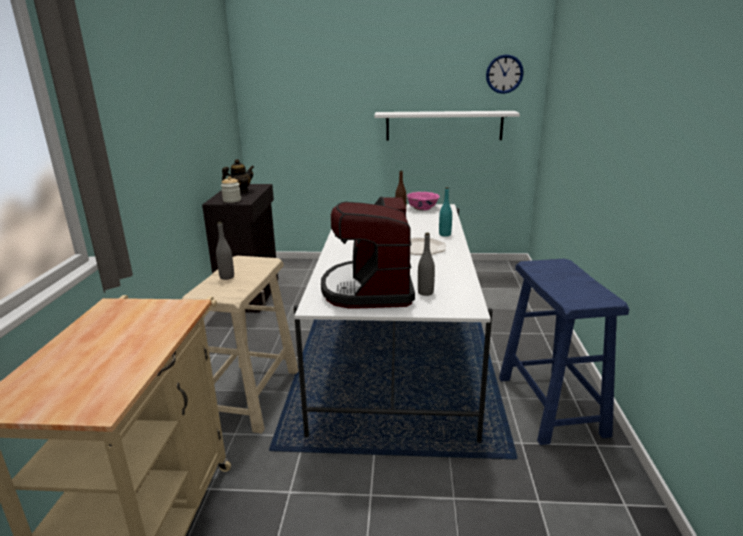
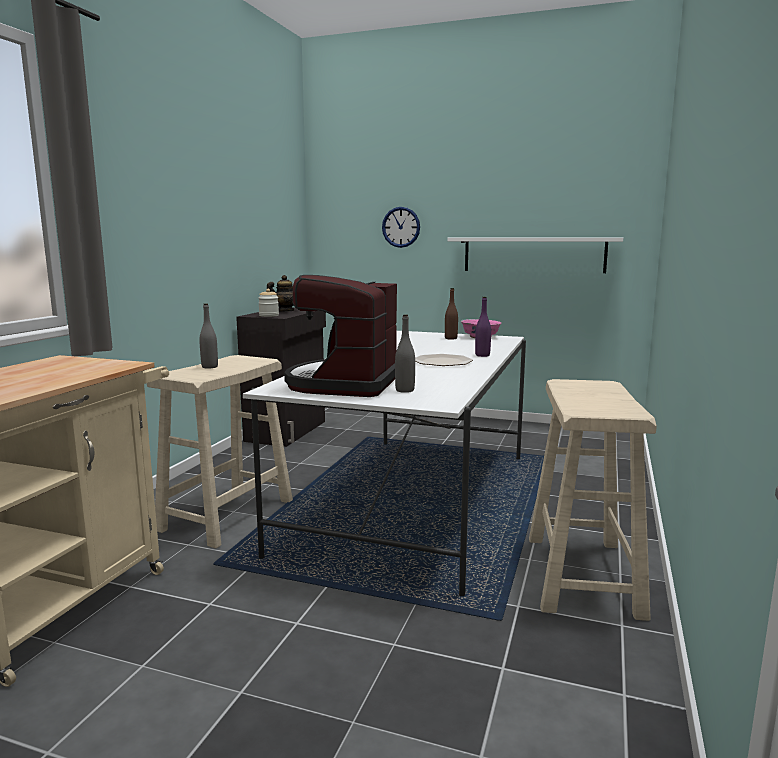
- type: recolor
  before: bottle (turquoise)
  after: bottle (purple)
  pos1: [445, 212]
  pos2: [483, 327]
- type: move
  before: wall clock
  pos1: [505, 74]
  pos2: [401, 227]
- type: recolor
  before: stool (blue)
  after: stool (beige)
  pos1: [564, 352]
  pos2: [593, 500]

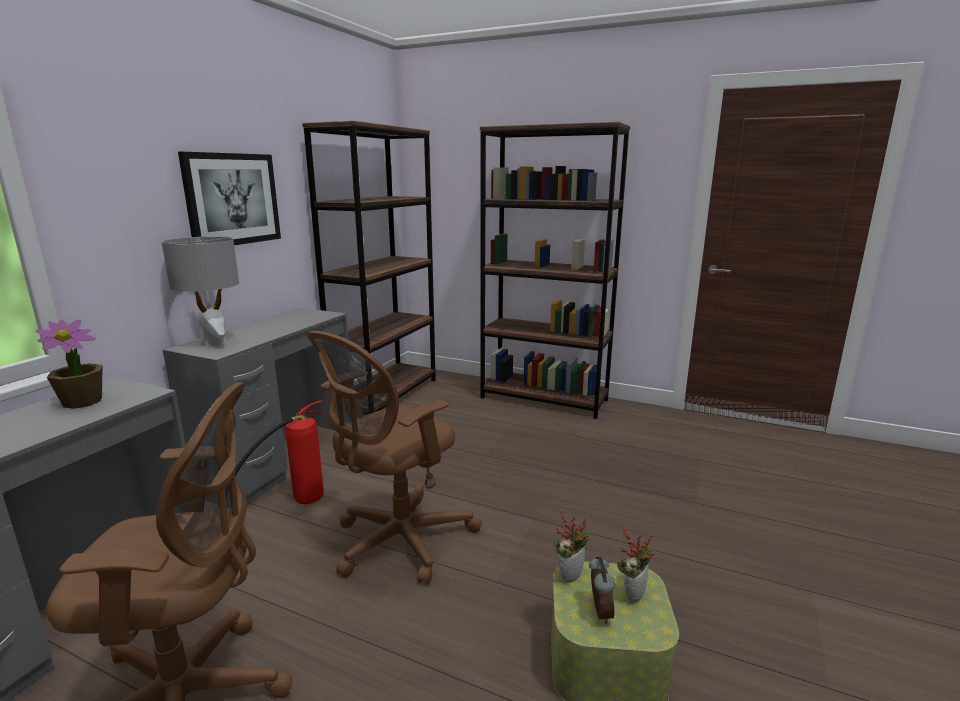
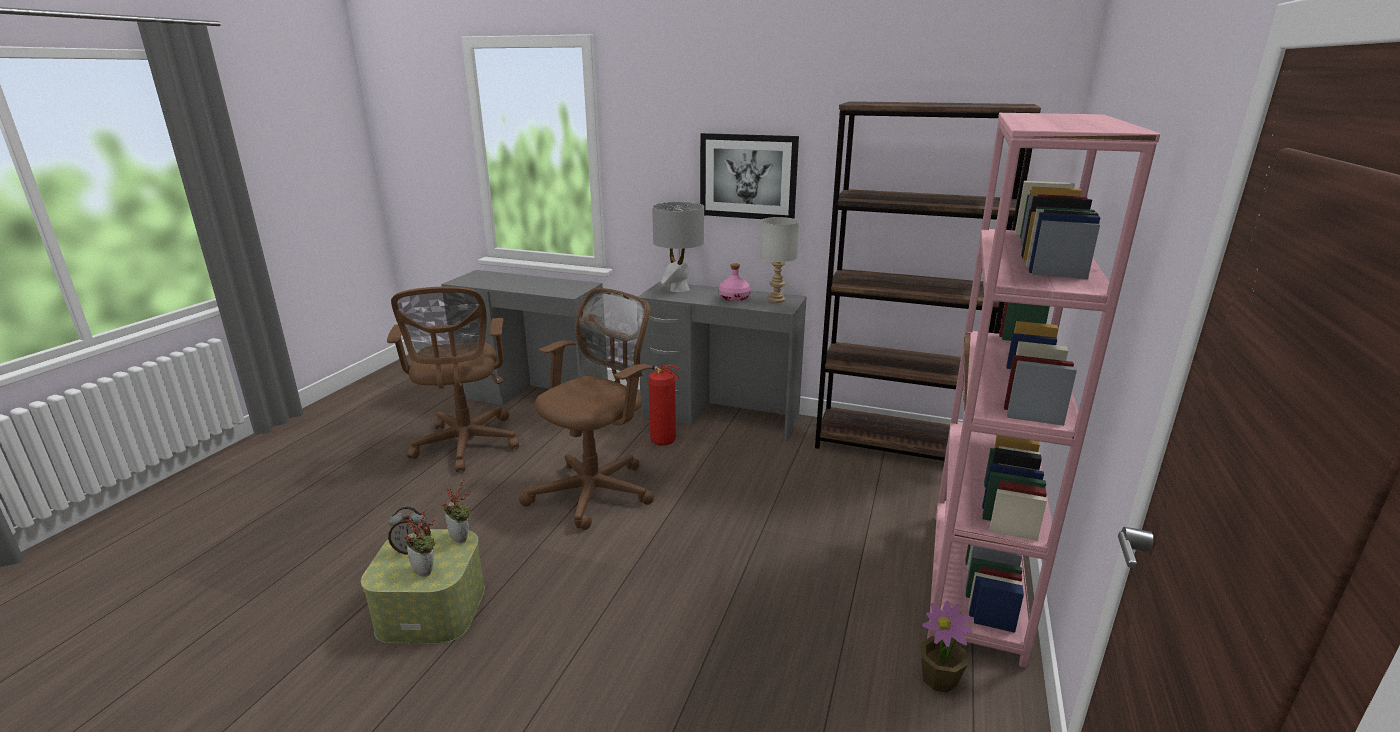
- type: move
  before: potted plant
  pos1: [69, 364]
  pos2: [946, 647]
- type: rotate
  before: office chair (brown)
  pos1: [394, 457]
  pos2: [586, 409]
  turn: 90
- type: recolor
  before: bookcase (brown)
  after: bookcase (pink)
  pos1: [555, 270]
  pos2: [1044, 390]
- type: insert
  after: bottle (pink)
  pos2: [735, 282]
- type: insert
  after: table lamp (grey)
  pos2: [779, 260]

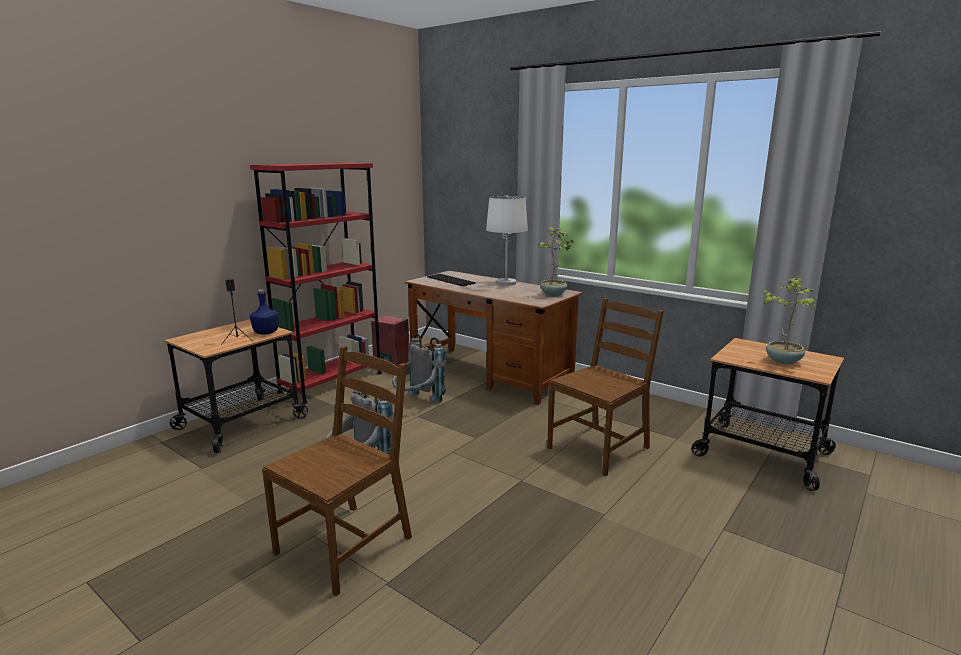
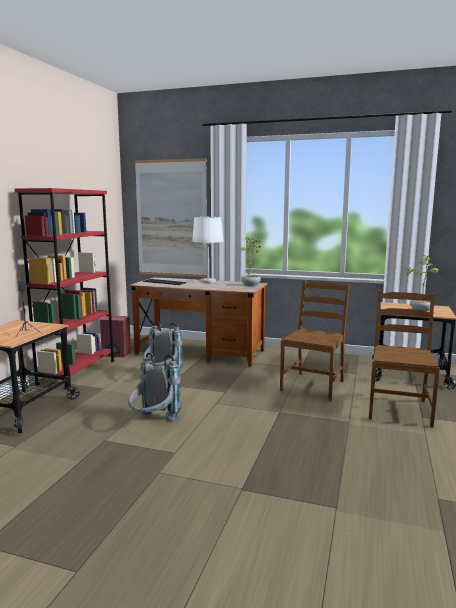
- type: delete
  before: bottle (blue)
  pos1: [264, 312]
- type: move
  before: chair (brown)
  pos1: [337, 471]
  pos2: [404, 359]
- type: insert
  after: picture
  pos2: [171, 217]

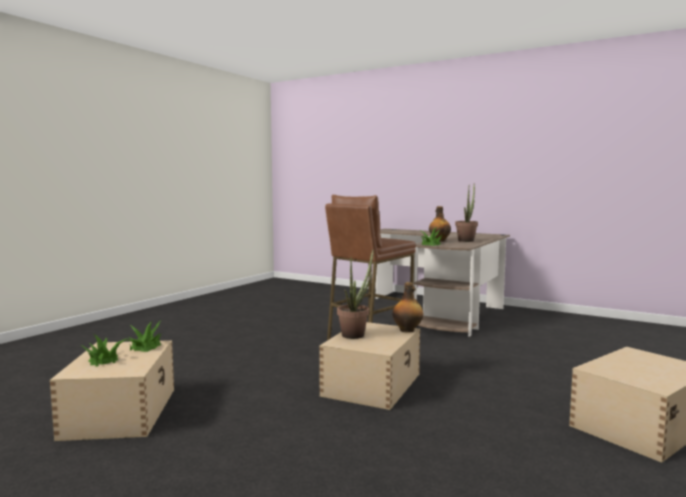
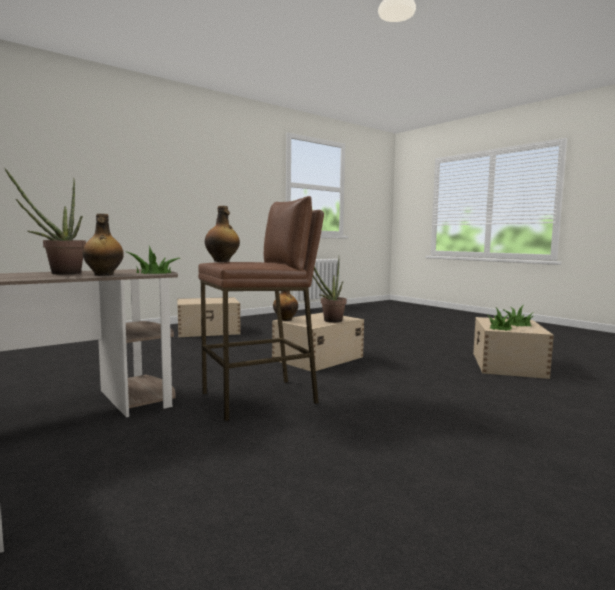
- type: insert
  after: bottle
  pos2: [222, 234]

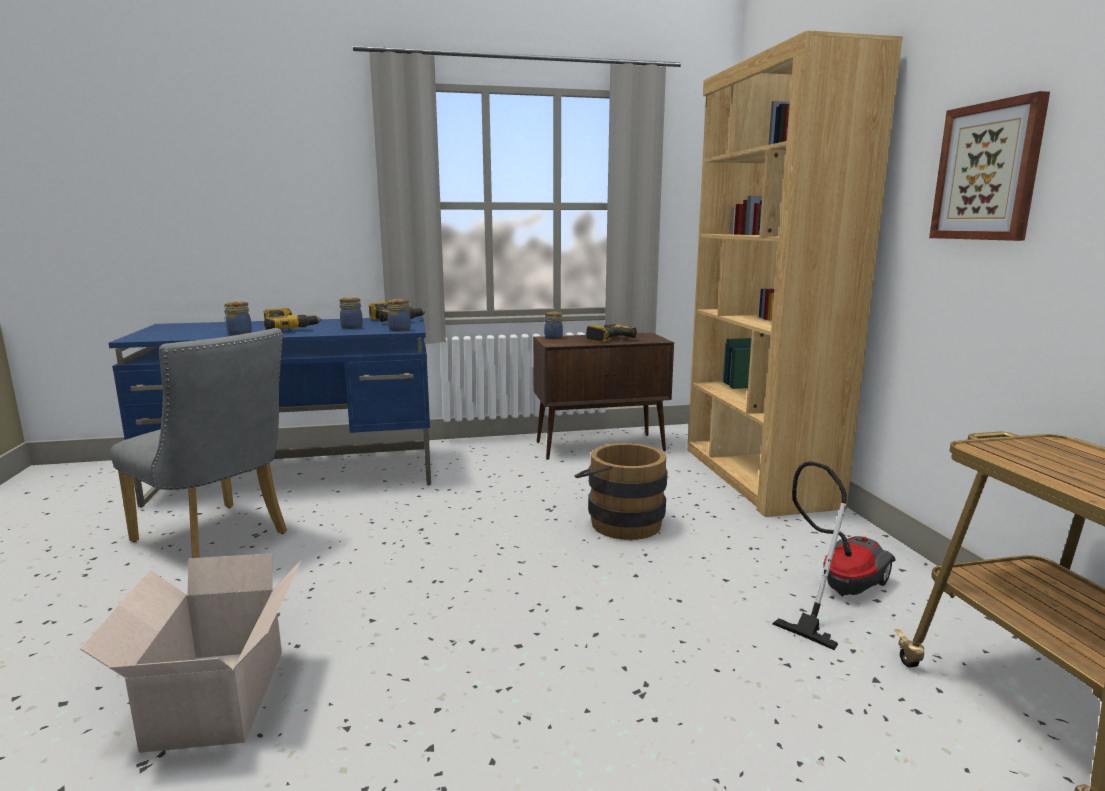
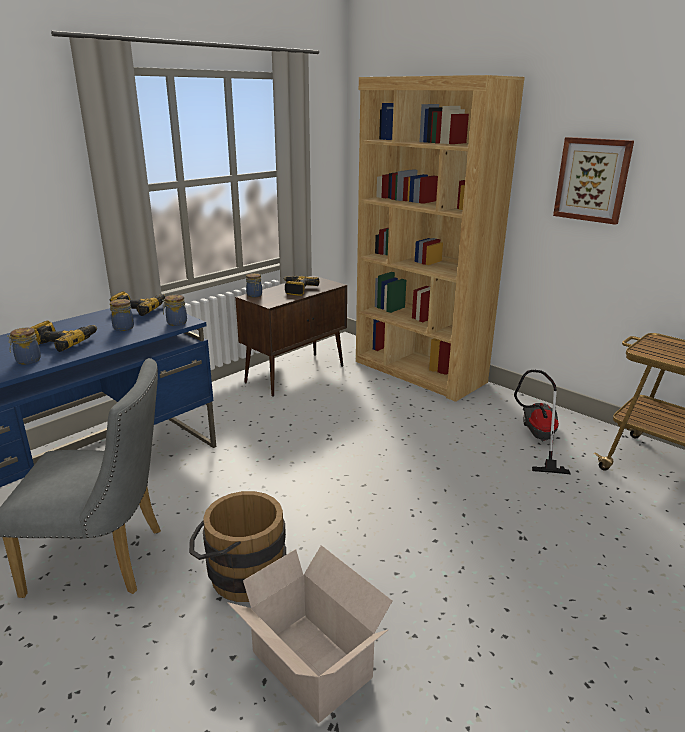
- type: move
  before: bucket (brown)
  pos1: [621, 491]
  pos2: [237, 546]

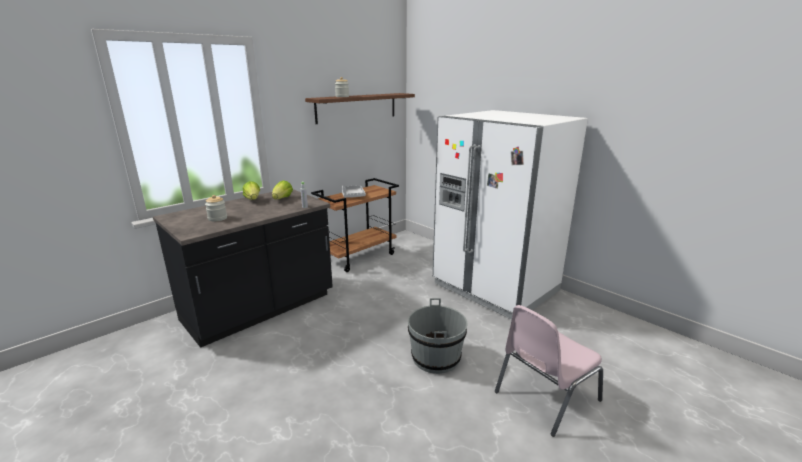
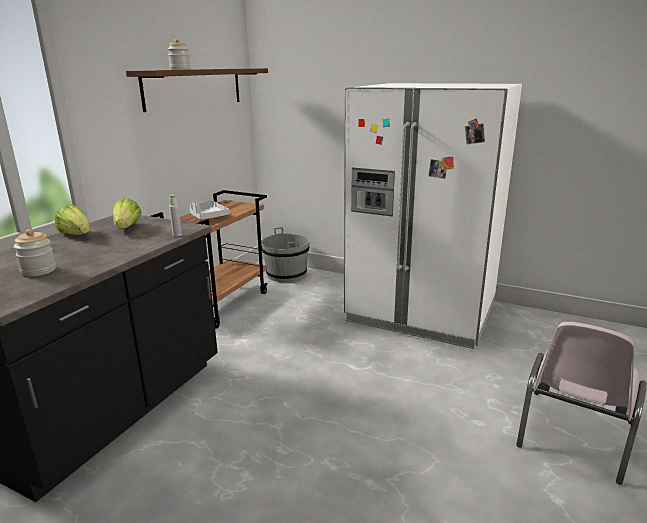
- type: move
  before: bucket (grey)
  pos1: [438, 336]
  pos2: [285, 254]

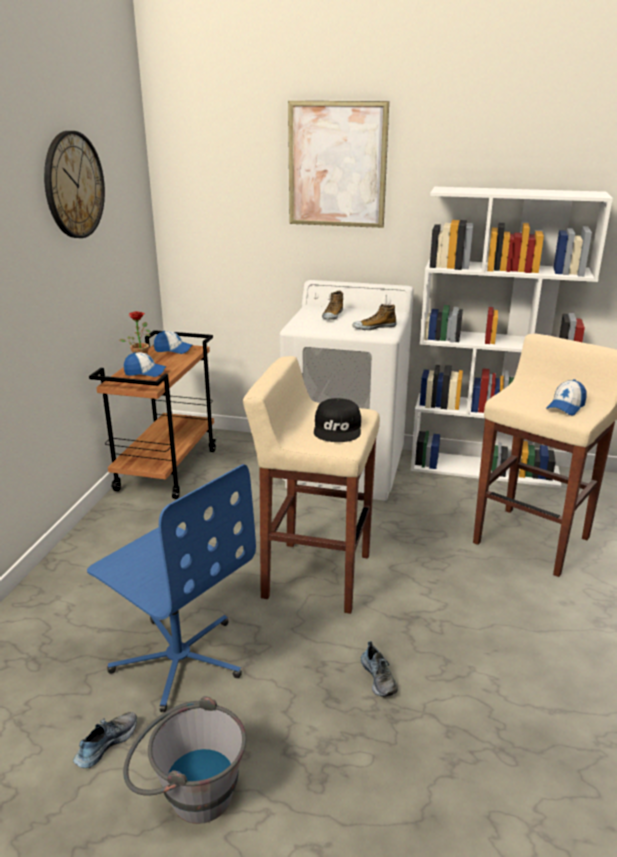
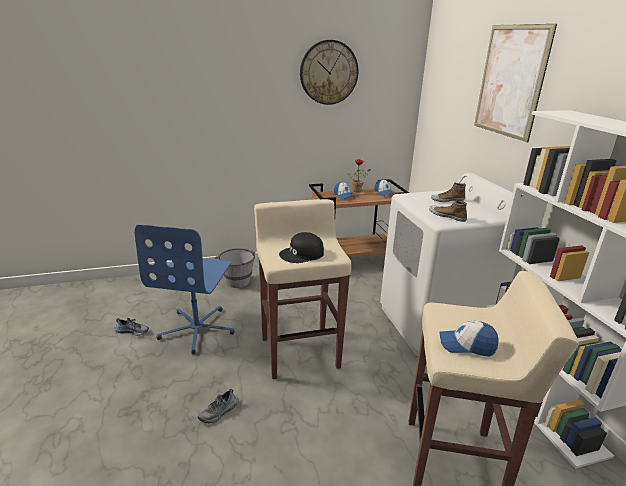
- type: move
  before: bucket (grey)
  pos1: [184, 760]
  pos2: [234, 268]

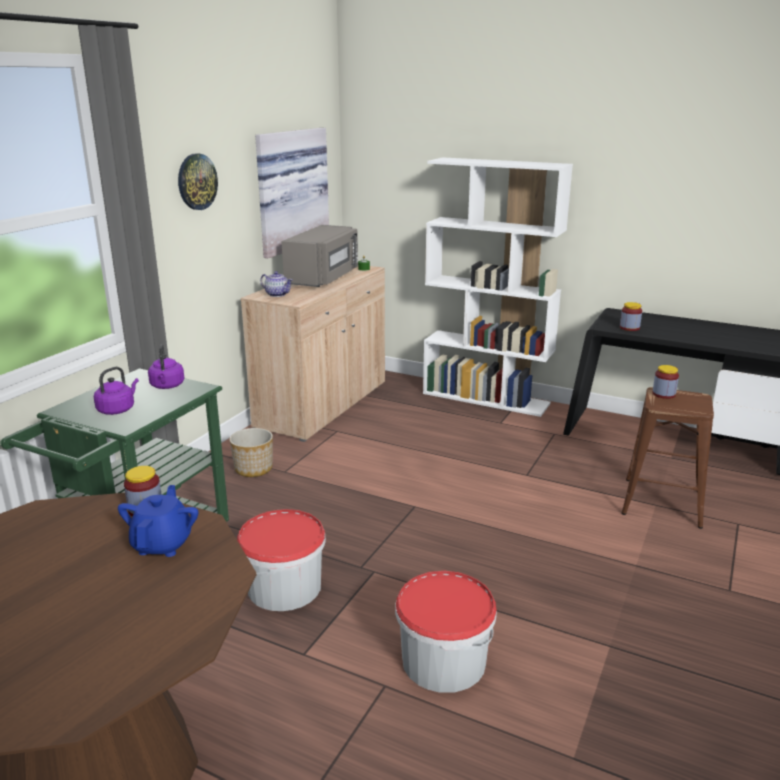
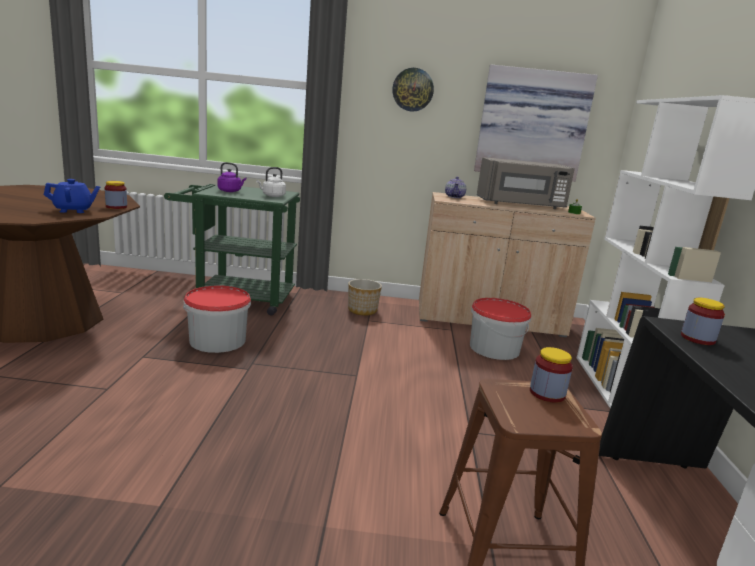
- type: recolor
  before: kettle (purple)
  after: kettle (white)
  pos1: [166, 366]
  pos2: [271, 182]
- type: move
  before: bucket
  pos1: [446, 632]
  pos2: [500, 329]

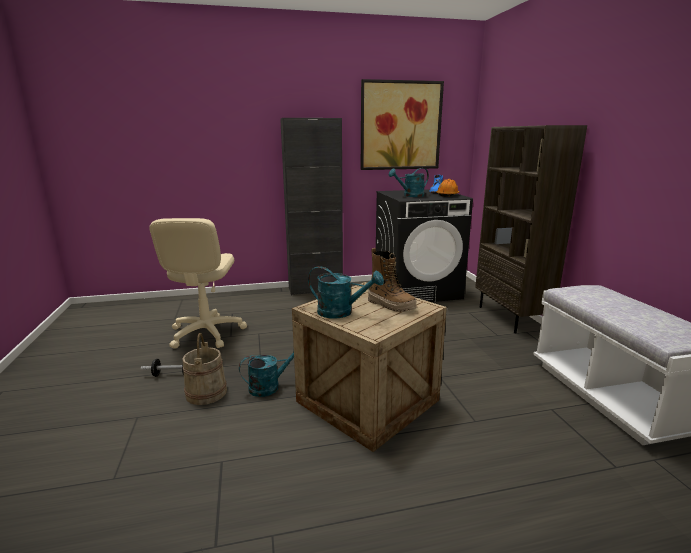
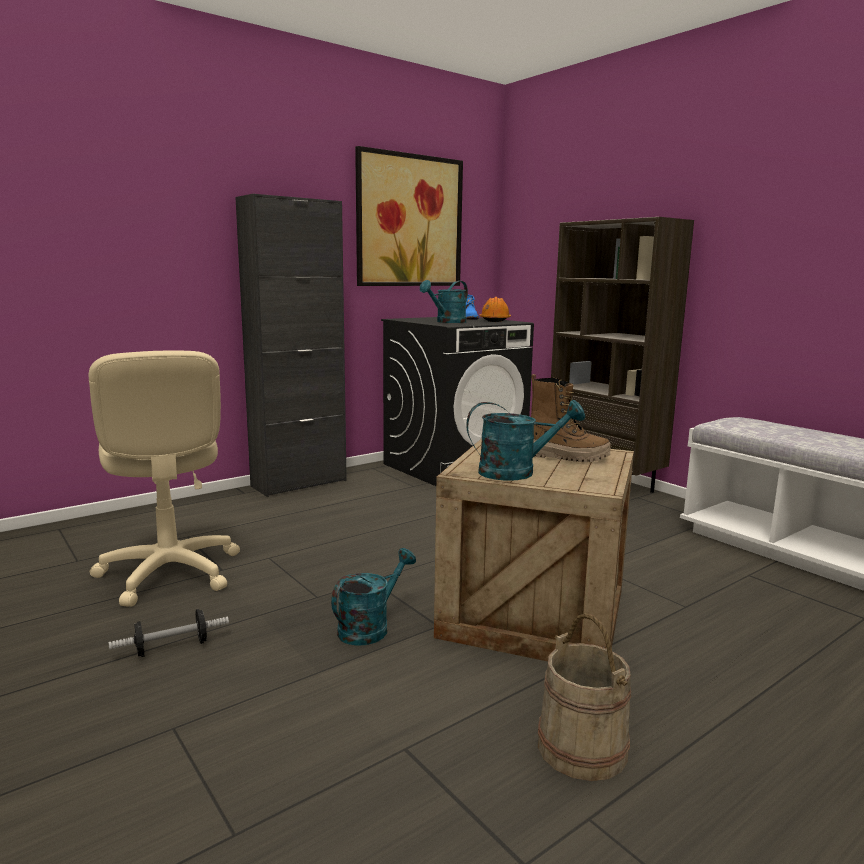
- type: move
  before: bucket (beige)
  pos1: [205, 369]
  pos2: [584, 697]

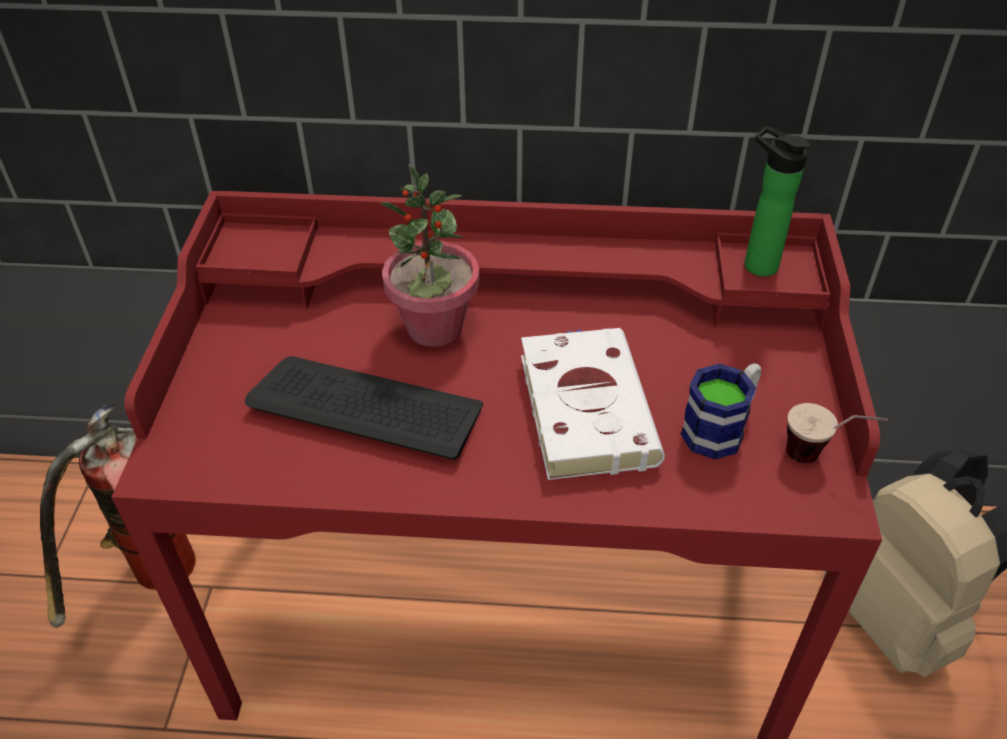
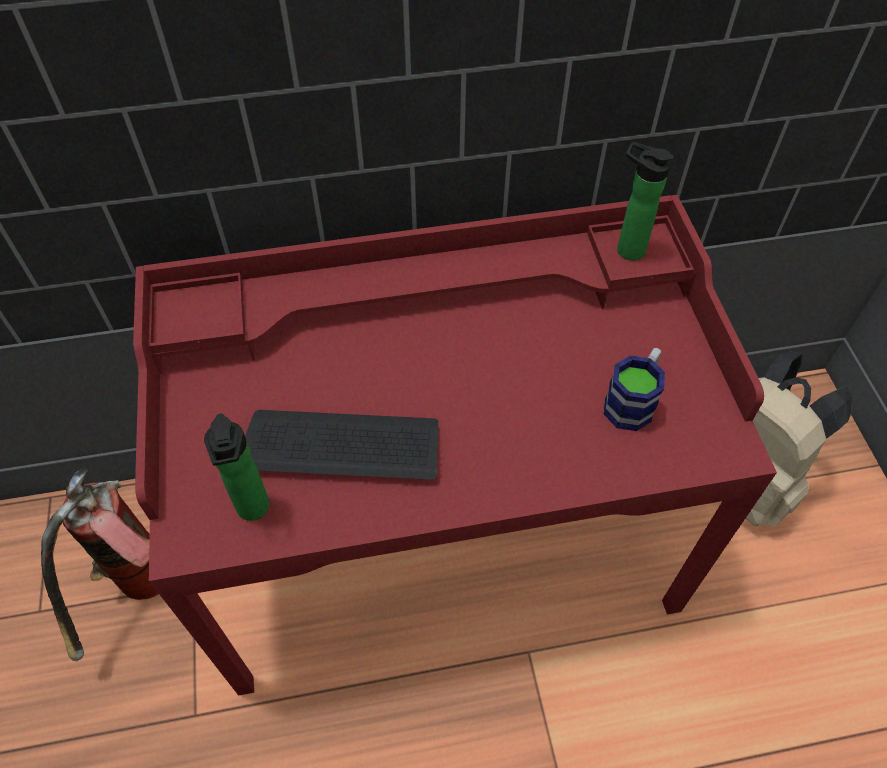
- type: delete
  before: potted plant
  pos1: [430, 255]
- type: delete
  before: book (white)
  pos1: [593, 404]
- type: delete
  before: cup
  pos1: [837, 433]
- type: insert
  after: bottle
  pos2: [237, 467]

